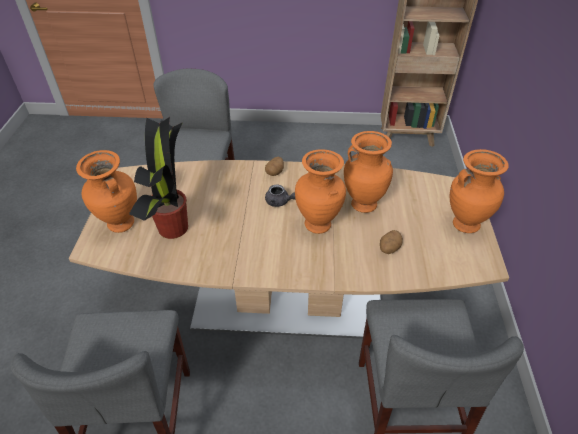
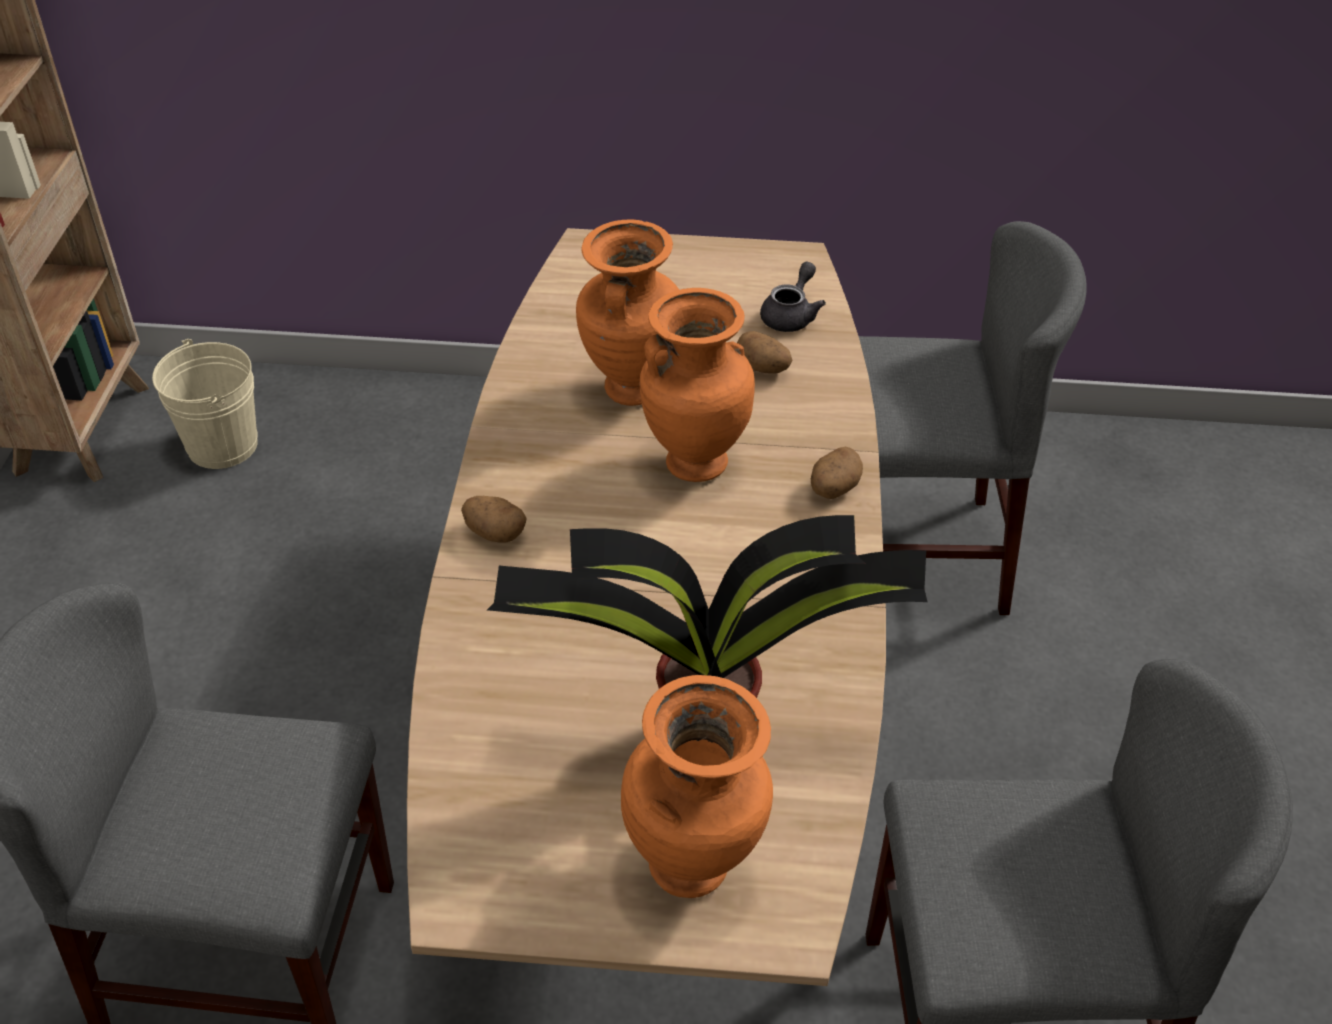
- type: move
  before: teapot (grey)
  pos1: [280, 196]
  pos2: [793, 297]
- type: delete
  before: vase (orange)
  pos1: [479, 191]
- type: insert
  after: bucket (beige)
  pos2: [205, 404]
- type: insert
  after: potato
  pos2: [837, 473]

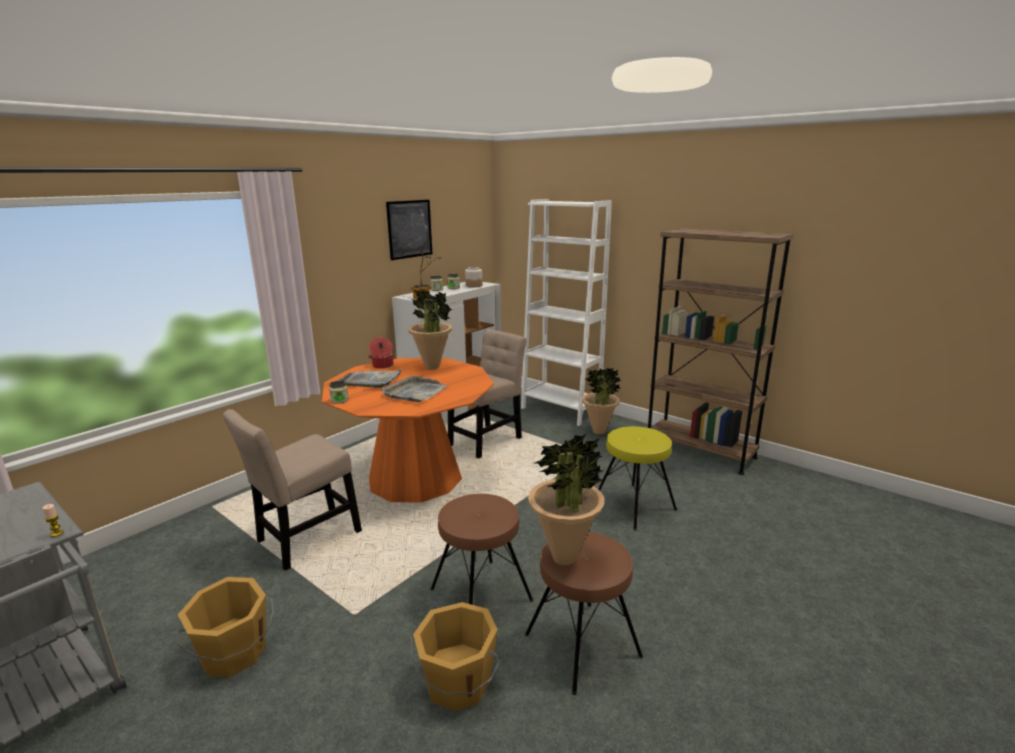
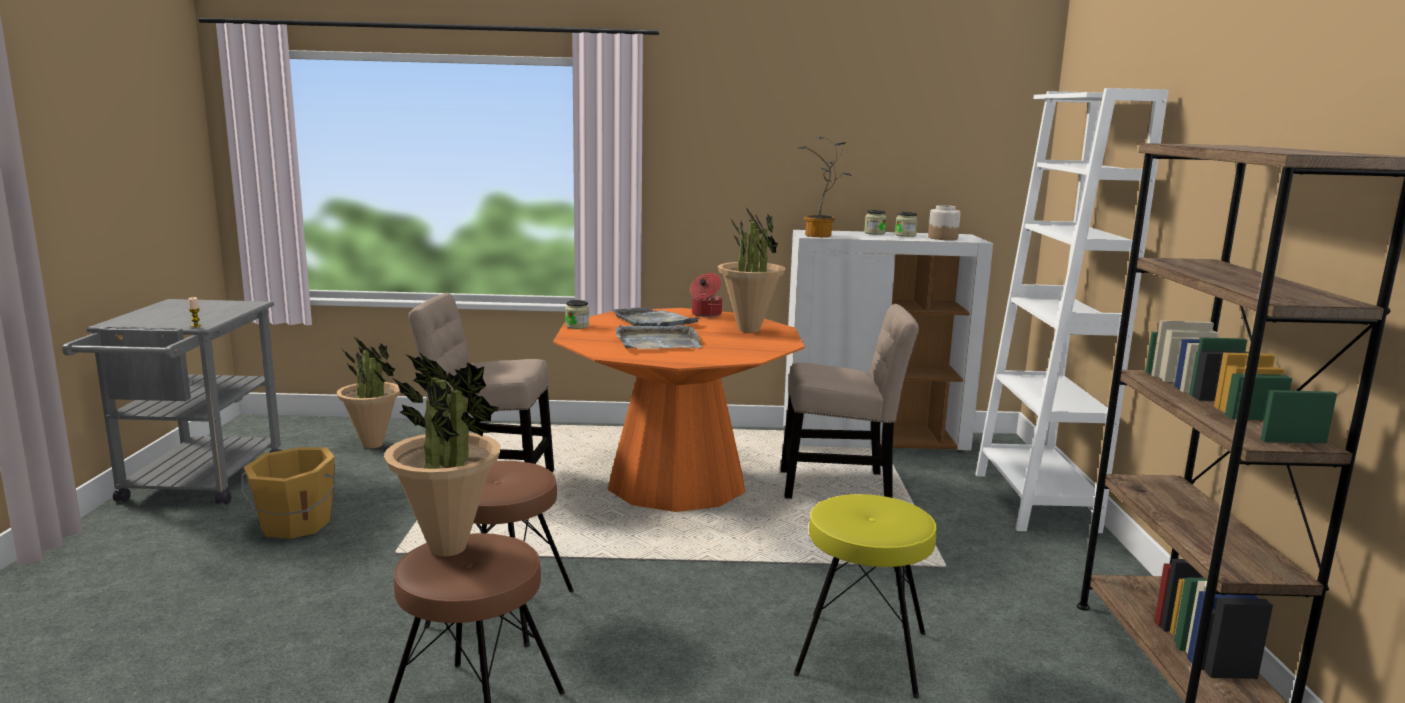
- type: delete
  before: picture
  pos1: [409, 230]
- type: delete
  before: bucket (orange)
  pos1: [455, 657]
- type: move
  before: potted plant
  pos1: [601, 401]
  pos2: [368, 392]

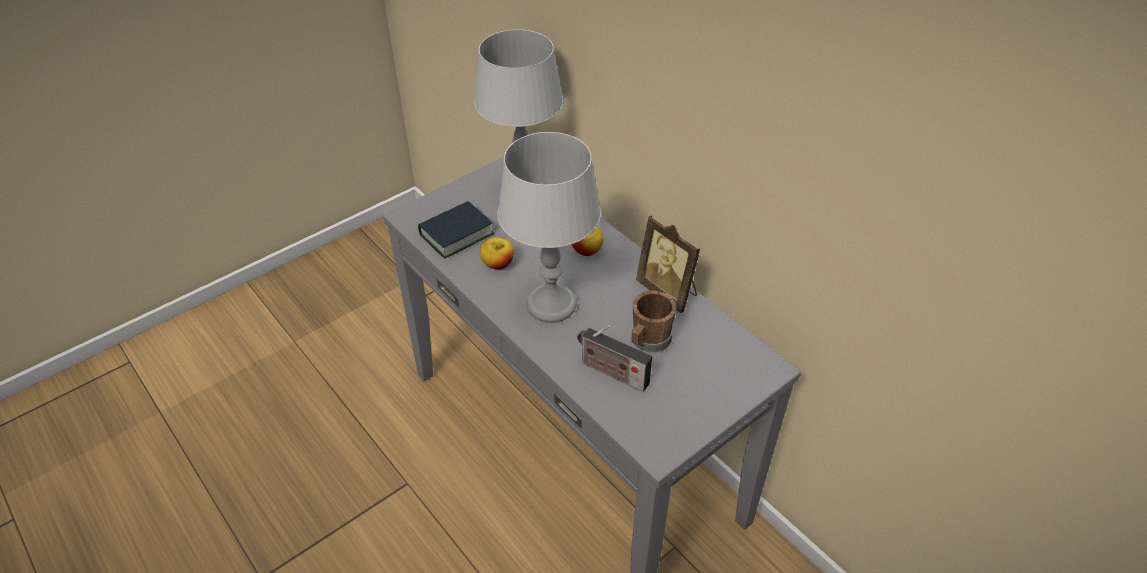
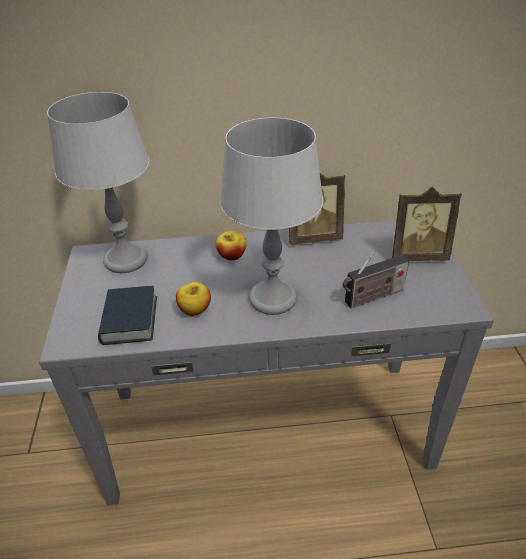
- type: delete
  before: mug (brown)
  pos1: [654, 322]
- type: insert
  after: picture frame
  pos2: [427, 224]

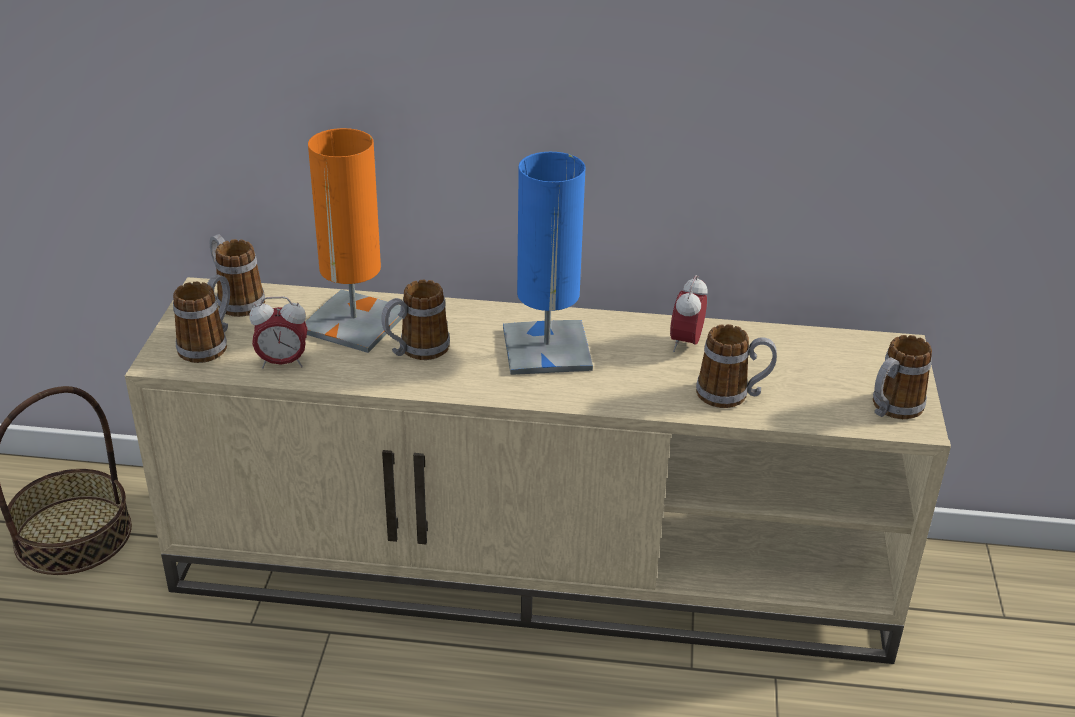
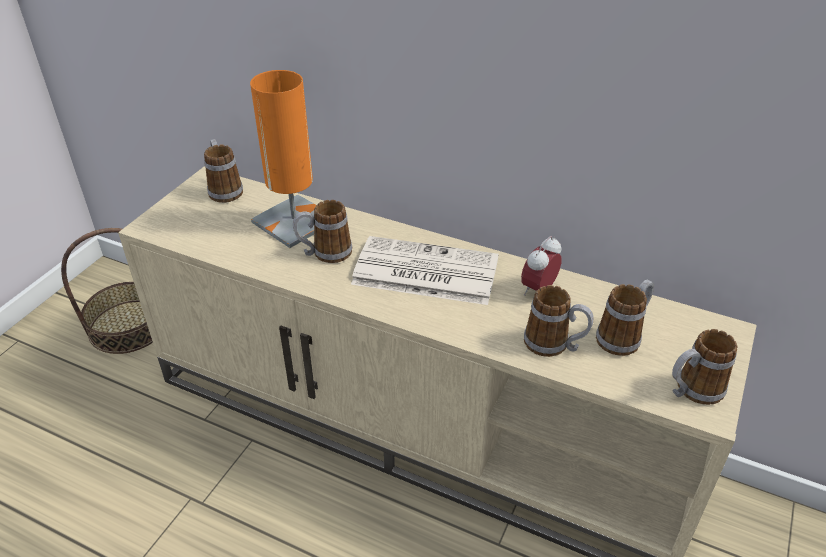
- type: move
  before: mug
  pos1: [201, 318]
  pos2: [625, 318]
- type: delete
  before: alarm clock
  pos1: [278, 333]
- type: replace
  before: table lamp (blue)
  after: newspaper
  pos1: [548, 263]
  pos2: [425, 270]

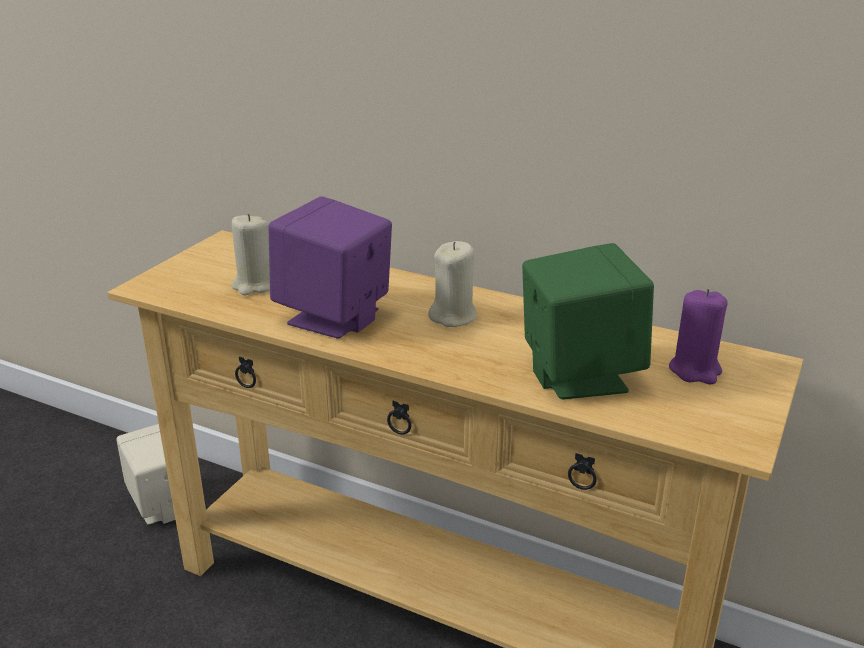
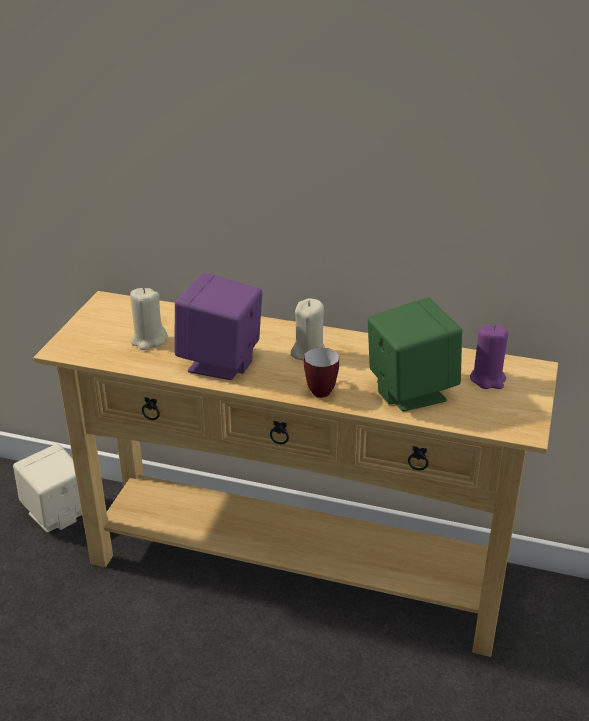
- type: insert
  after: mug
  pos2: [321, 373]

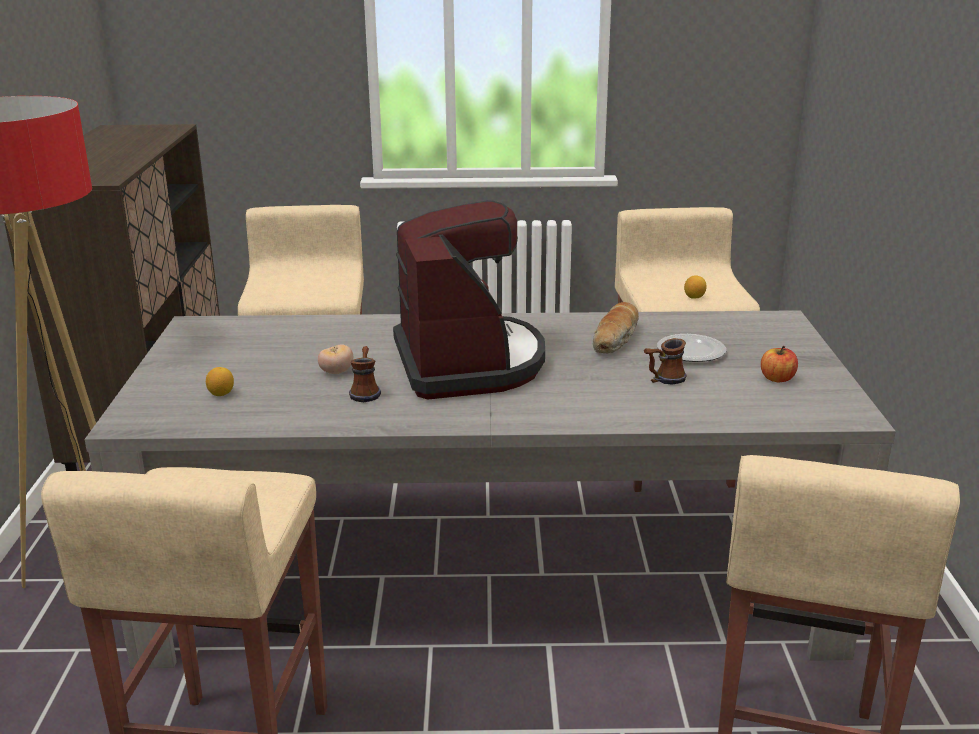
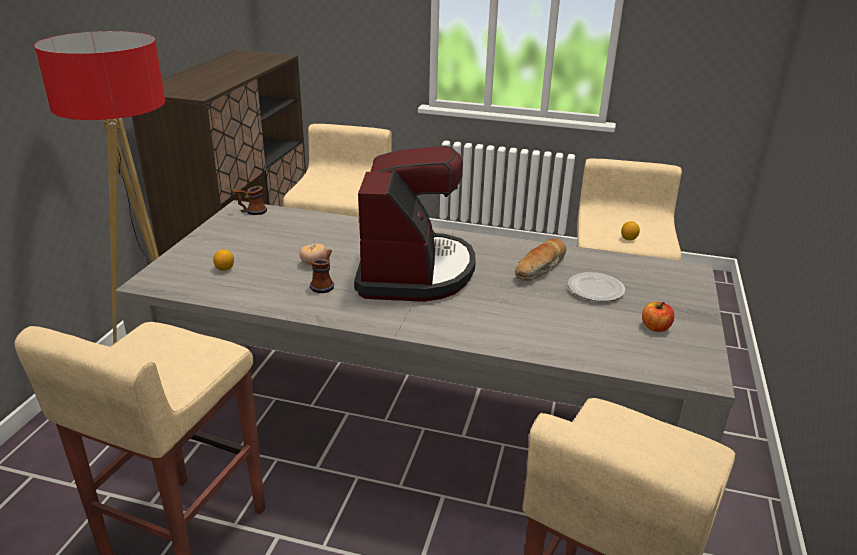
- type: move
  before: mug
  pos1: [665, 361]
  pos2: [249, 200]

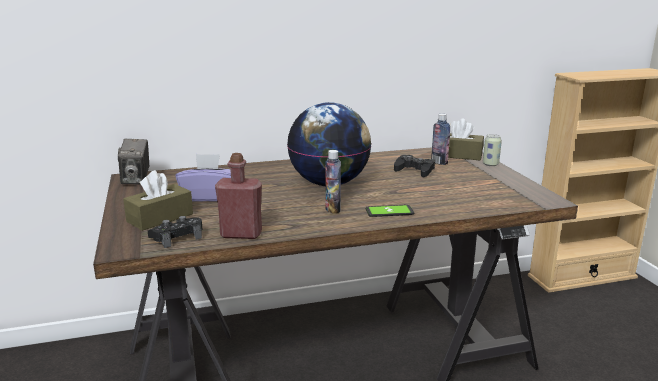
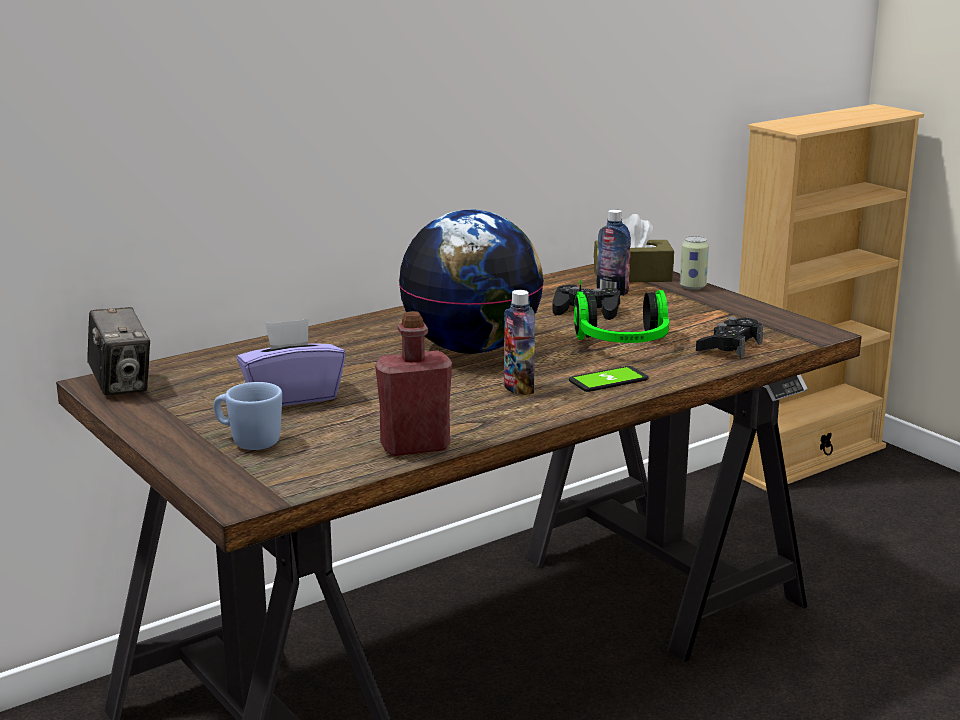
- type: replace
  before: tissue box (brown)
  after: mug (blue)
  pos1: [158, 200]
  pos2: [247, 416]
- type: move
  before: game controller (black)
  pos1: [175, 232]
  pos2: [729, 338]
- type: insert
  after: headphones
  pos2: [621, 311]

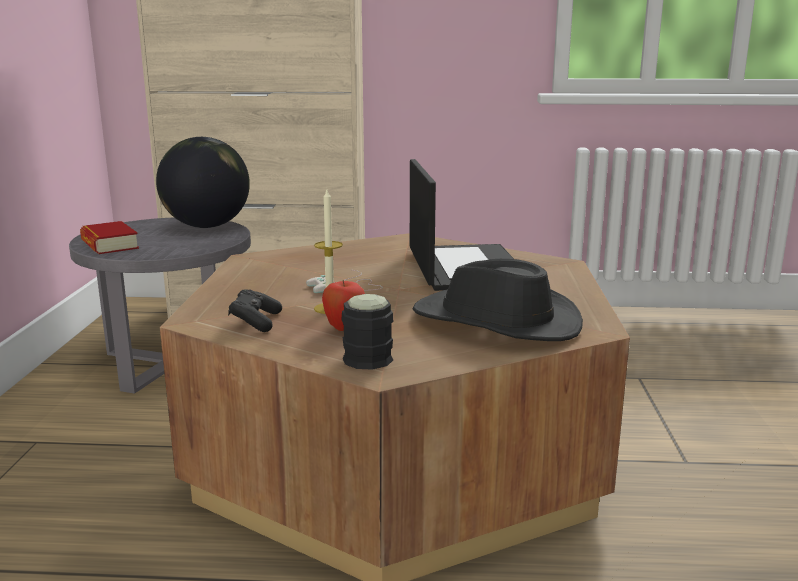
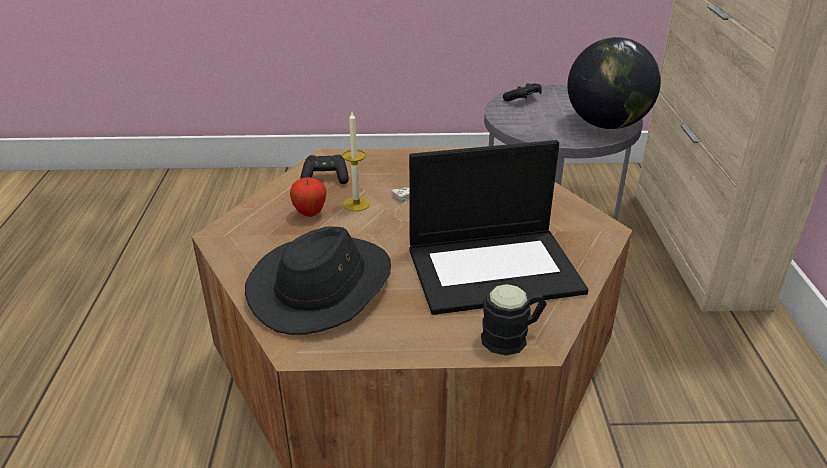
- type: replace
  before: book
  after: game controller (black)
  pos1: [109, 237]
  pos2: [522, 92]
- type: move
  before: mug (black)
  pos1: [368, 332]
  pos2: [514, 320]

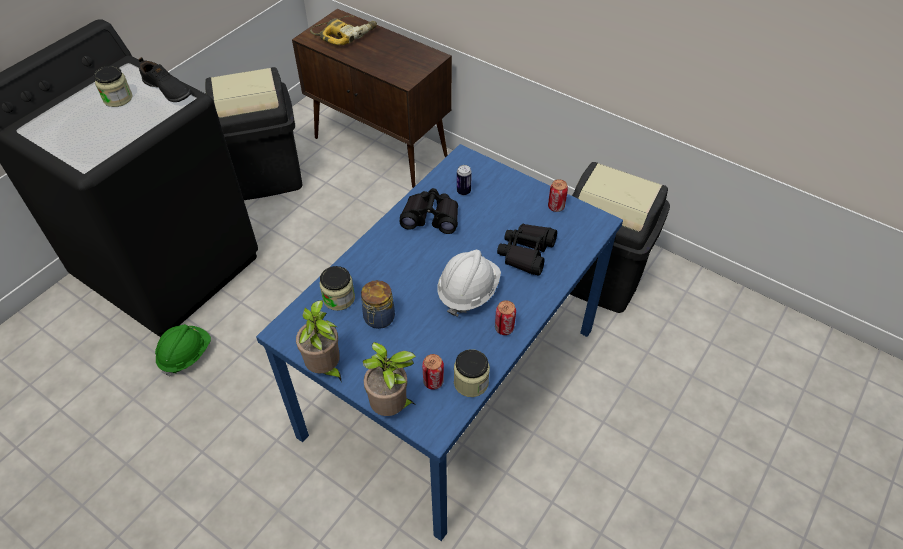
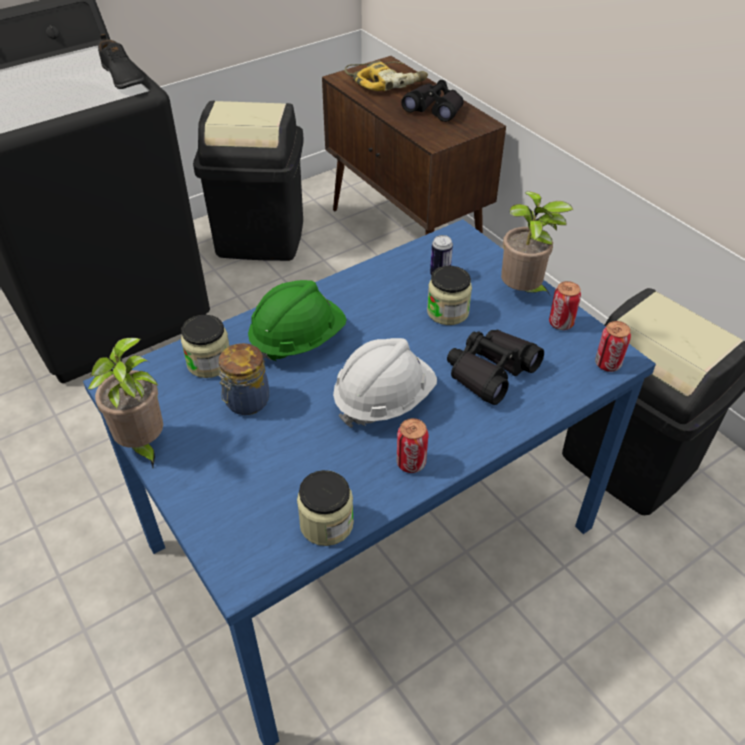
- type: move
  before: jar
  pos1: [113, 86]
  pos2: [449, 295]
- type: move
  before: hard hat (green)
  pos1: [183, 350]
  pos2: [297, 321]
- type: move
  before: potted plant
  pos1: [389, 379]
  pos2: [537, 243]
- type: move
  before: binoculars (black)
  pos1: [428, 211]
  pos2: [432, 101]
- type: move
  before: can
  pos1: [433, 372]
  pos2: [613, 346]

